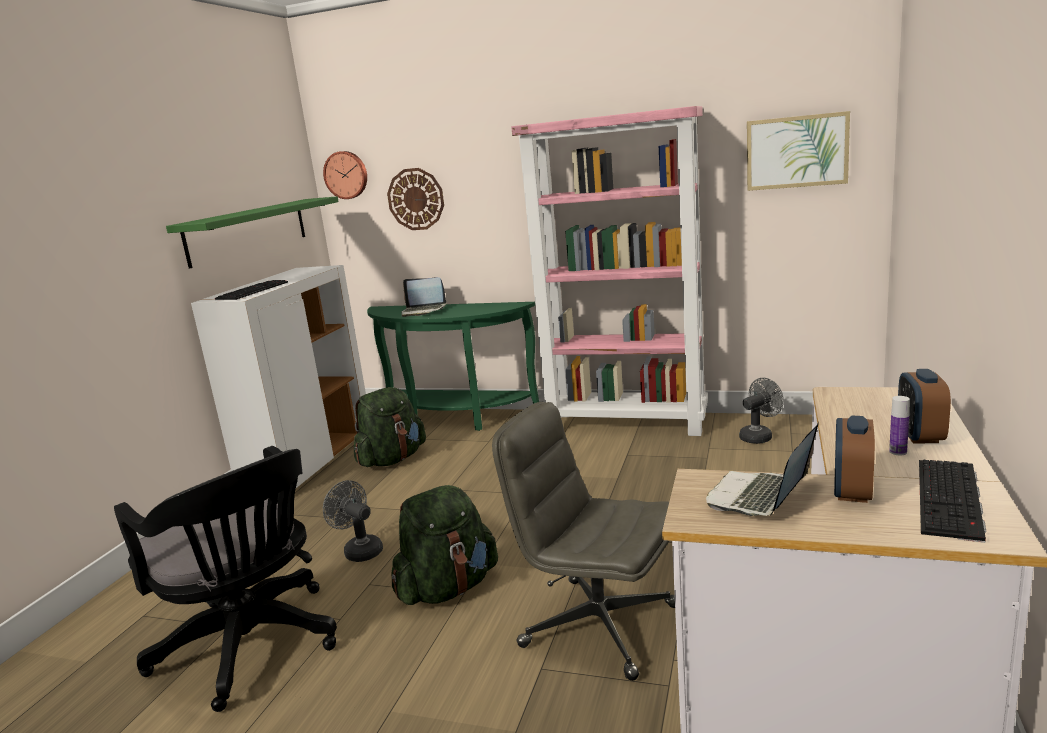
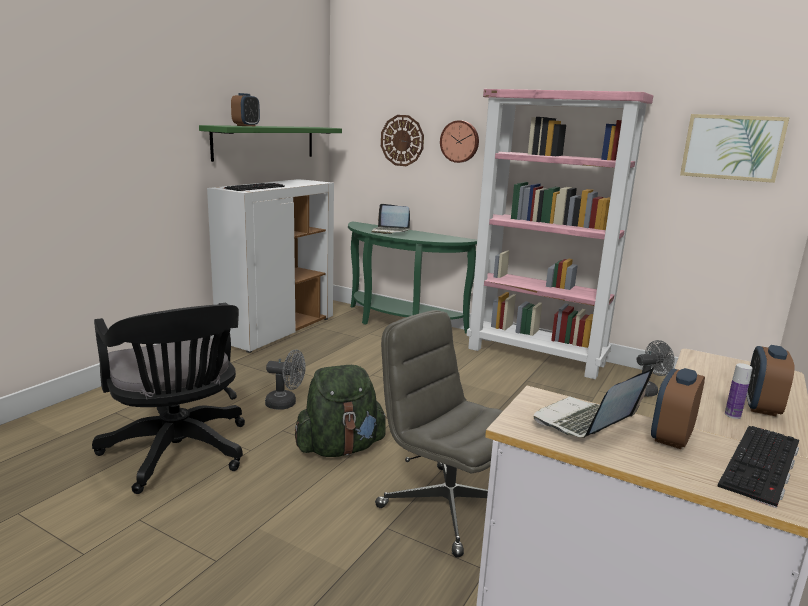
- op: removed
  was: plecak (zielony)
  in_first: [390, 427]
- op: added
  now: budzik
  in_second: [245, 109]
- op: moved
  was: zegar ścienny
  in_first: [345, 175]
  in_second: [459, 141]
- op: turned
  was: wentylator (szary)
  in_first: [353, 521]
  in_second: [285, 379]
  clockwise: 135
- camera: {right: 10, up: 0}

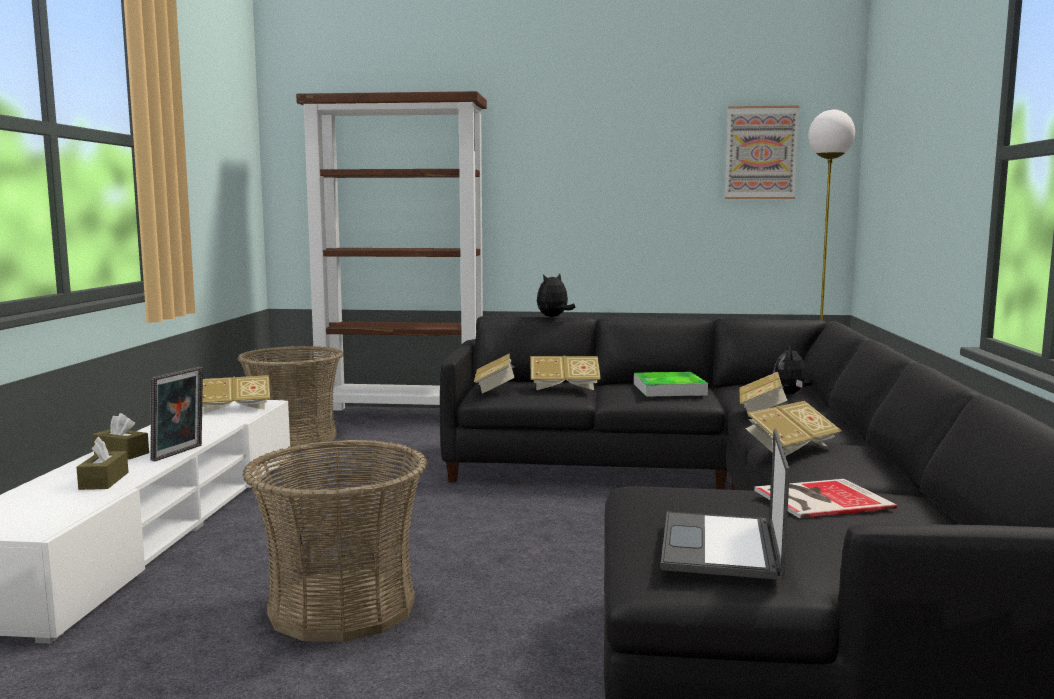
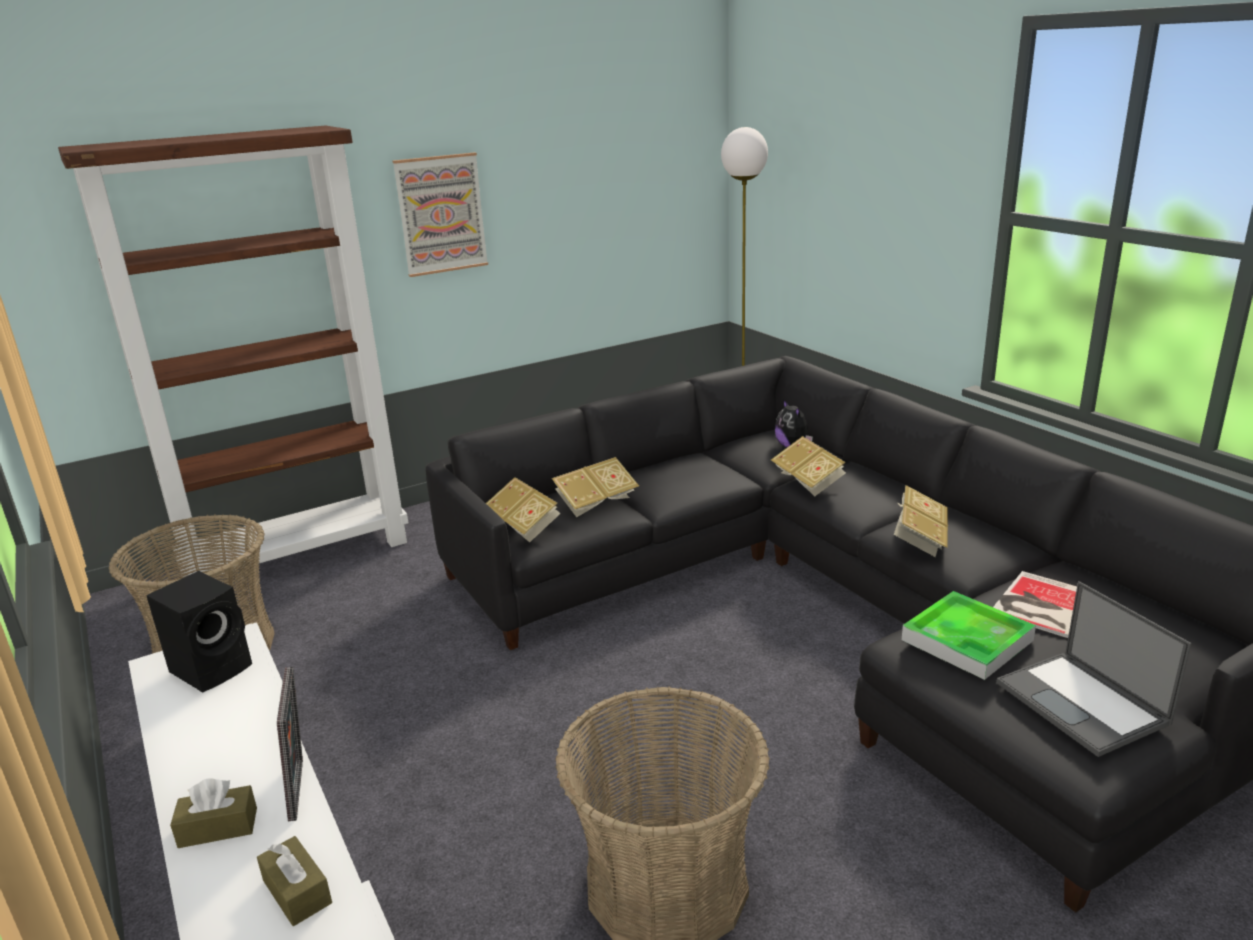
- op: removed
  was: pluszak
  in_first: [556, 295]
- op: moved
  was: taca
  in_first: [671, 384]
  in_second: [969, 635]
- op: moved
  was: obraz
  in_first: [762, 152]
  in_second: [440, 214]
- op: replaced
  was: książka
  now: głośnik (czarny)
  in_first: [236, 394]
  in_second: [199, 632]
- camera: {right: -35, up: 15}

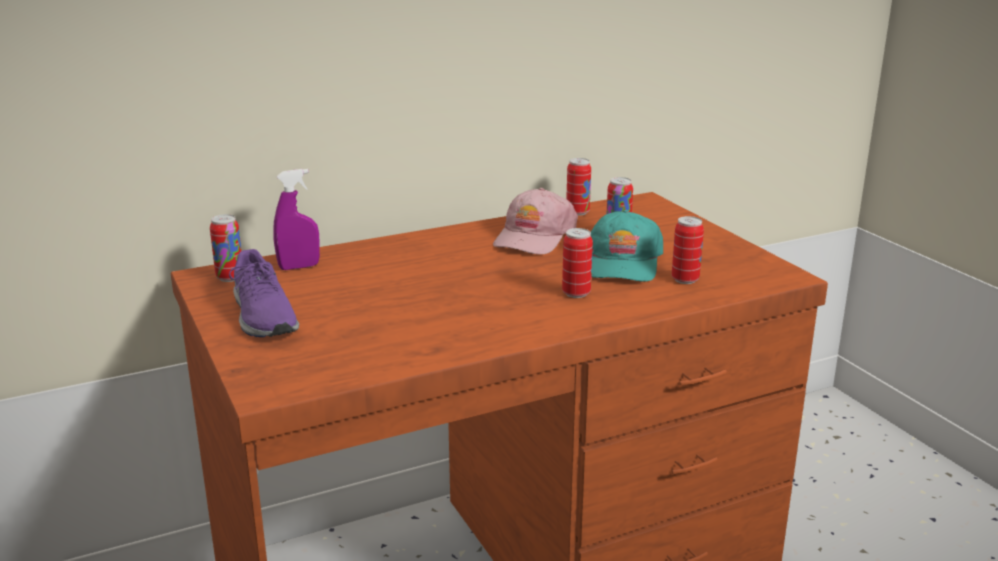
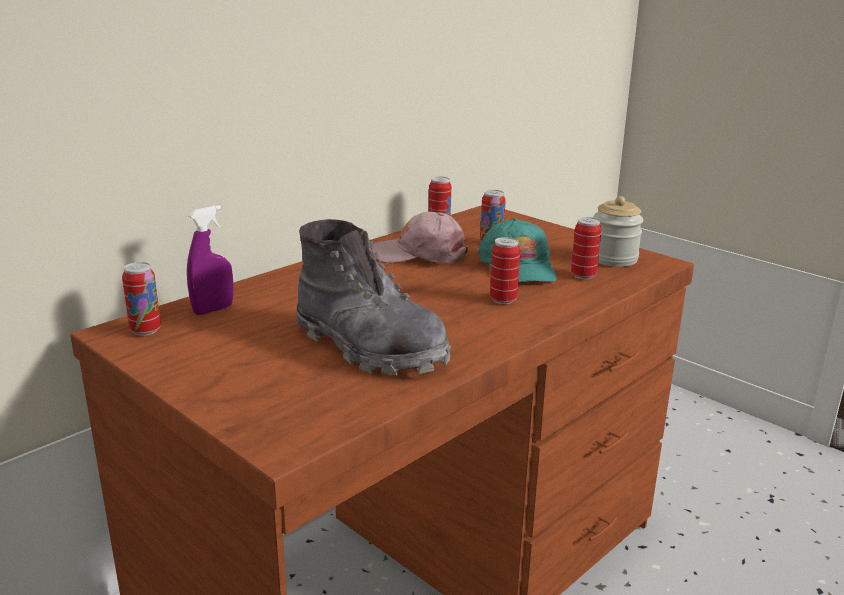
- op: removed
  was: but (fioletowy)
  in_first: [264, 293]
- op: added
  now: but z cholewką (szary)
  in_second: [373, 297]
- op: added
  now: słoik
  in_second: [618, 231]
- op: turned
  was: czapka z daszkiem (różowy)
  in_first: [535, 221]
  in_second: [420, 237]
  clockwise: 90
- camera: {right: -20, up: 0}

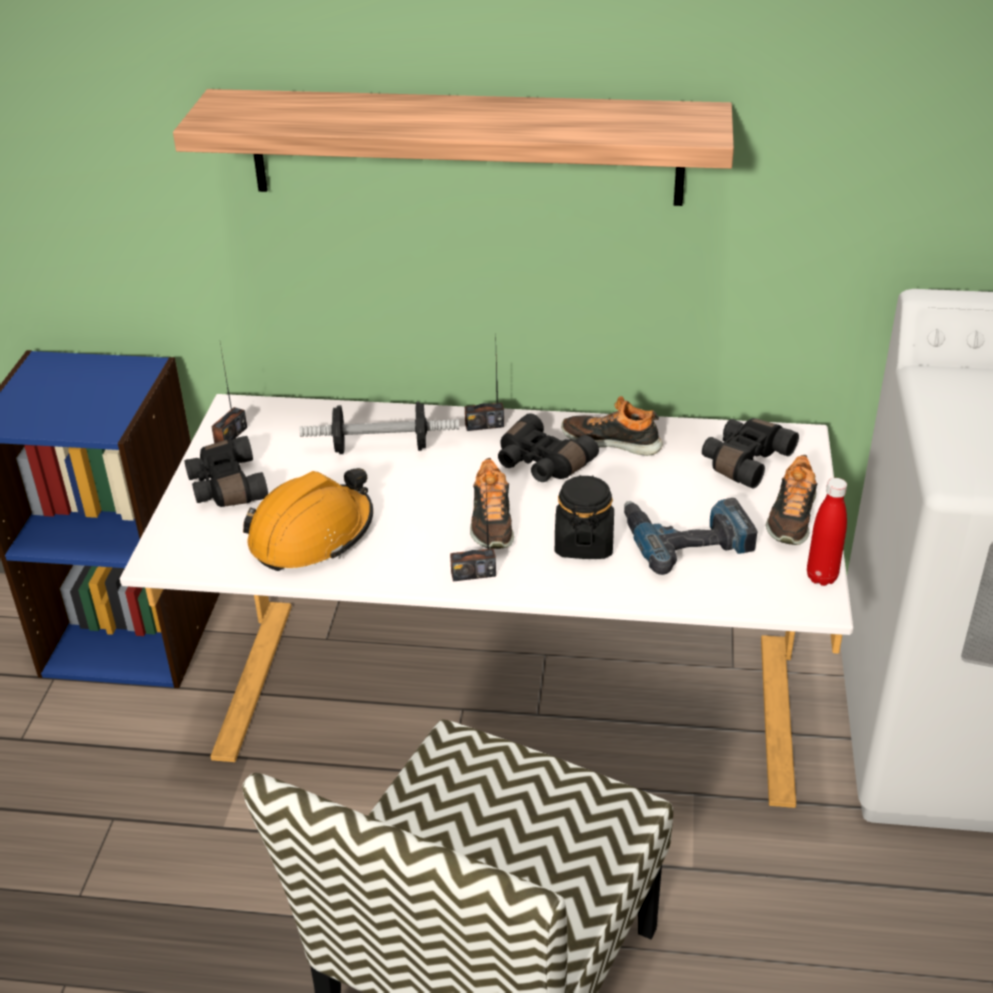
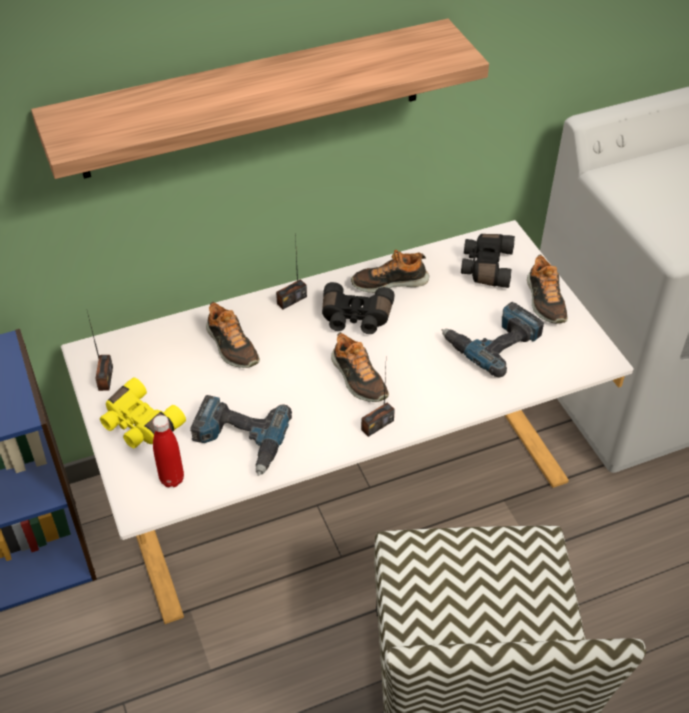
- op: removed
  was: słoik (czarny)
  in_first: [584, 517]
- op: moved
  was: butelka (czerwony)
  in_first: [827, 532]
  in_second: [168, 451]
- op: replaced
  was: kask (pomarańczowy)
  now: wiertarka
  in_first: [308, 519]
  in_second: [241, 435]
- op: replaced
  was: hantel
  now: but
  in_first: [379, 428]
  in_second: [233, 334]
- op: recoloured
  was: lornetka (czarny)
  now: lornetka (żółty)
  in_first: [226, 471]
  in_second: [143, 412]
- camera: {right: -30, up: 10}

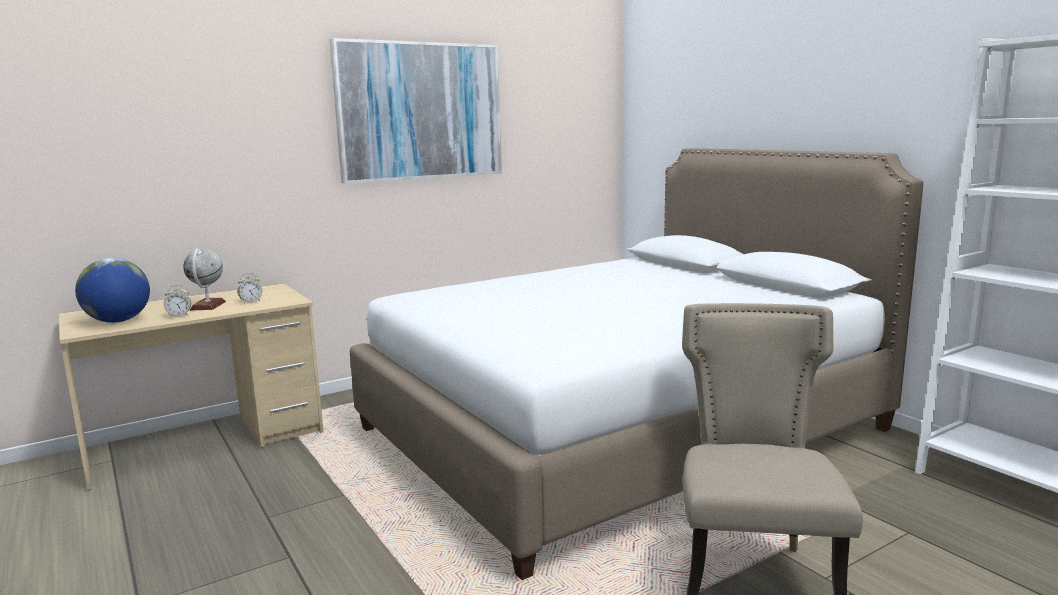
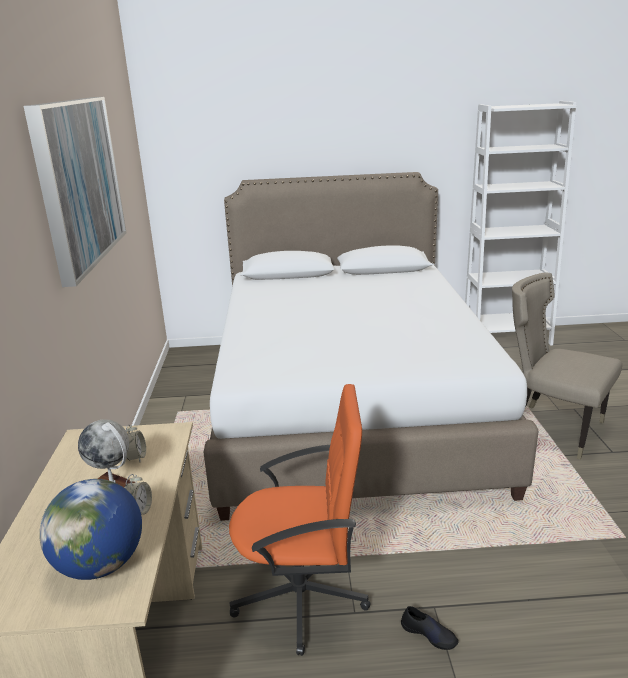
- op: added
  now: krzesło biurowe (pomarańczowy)
  in_second: [300, 520]
- op: added
  now: but (czarny)
  in_second: [430, 628]
- camera: {right: -60, up: 10}

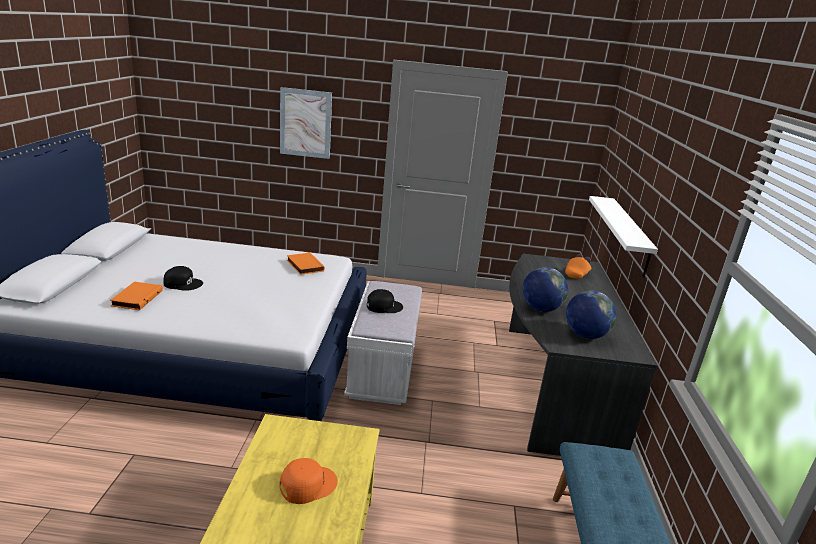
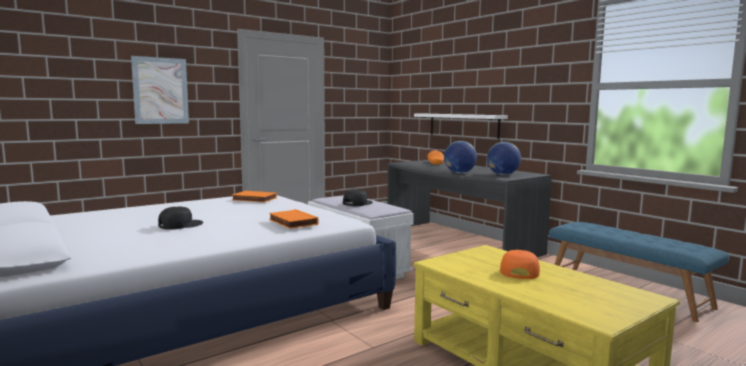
- op: moved
  was: książka (pomarańczowy)
  in_first: [136, 296]
  in_second: [294, 219]
- camera: {right: -40, up: -15}

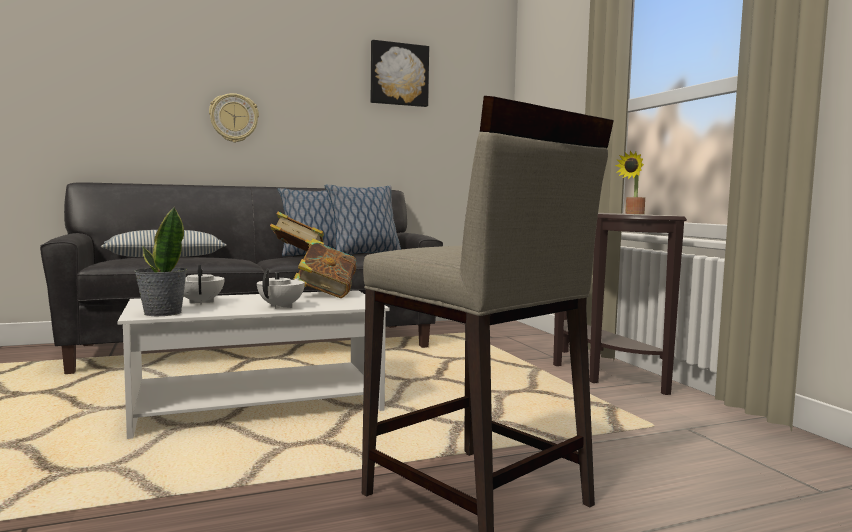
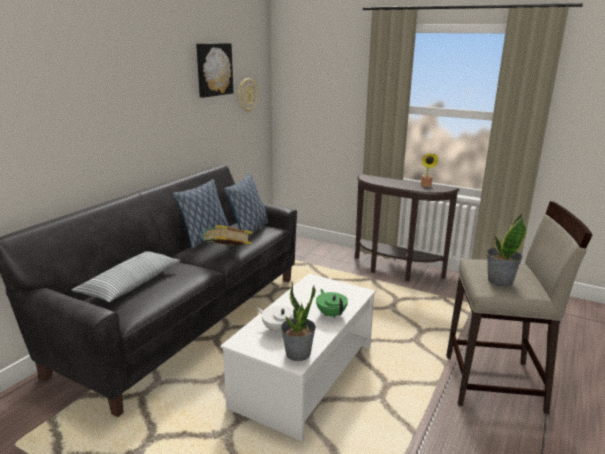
- op: removed
  was: książka
  in_first: [325, 268]
- op: added
  now: roślina doniczkowa
  in_second: [507, 250]
- op: moved
  was: zegar ścienny
  in_first: [234, 117]
  in_second: [248, 95]
- op: recoloured
  was: imbryk (biały)
  now: imbryk (zielony)
  in_first: [281, 288]
  in_second: [332, 303]
- camera: {right: -40, up: 15}

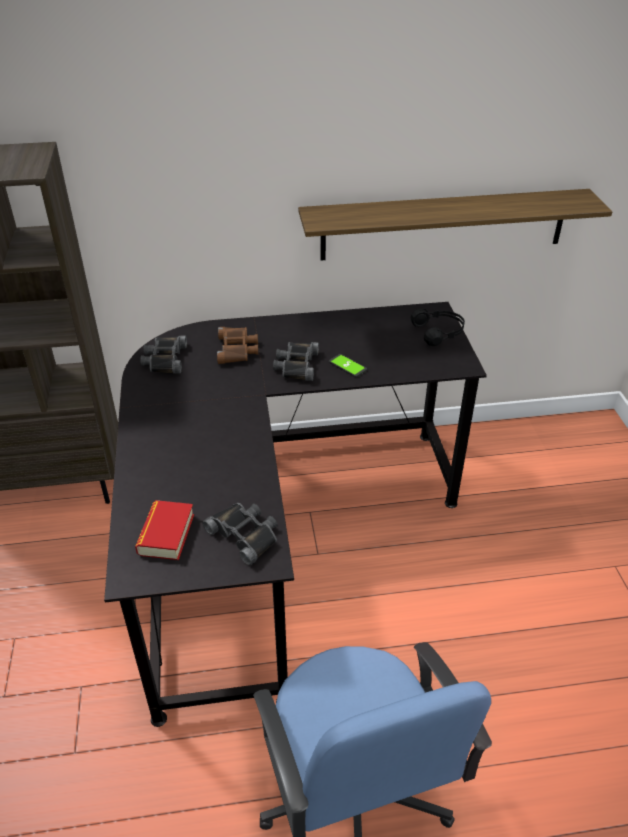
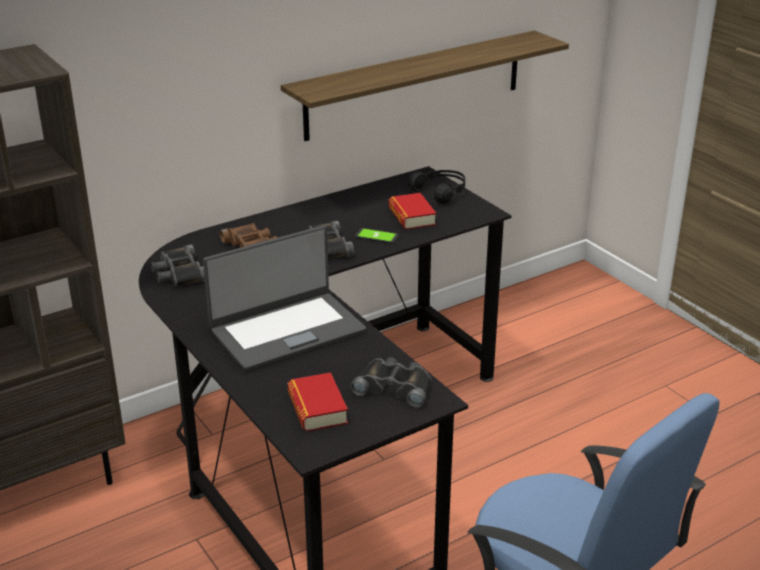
- op: added
  now: laptop
  in_second: [284, 298]
- op: added
  now: książka
  in_second: [412, 211]
- camera: {right: -25, up: -10}

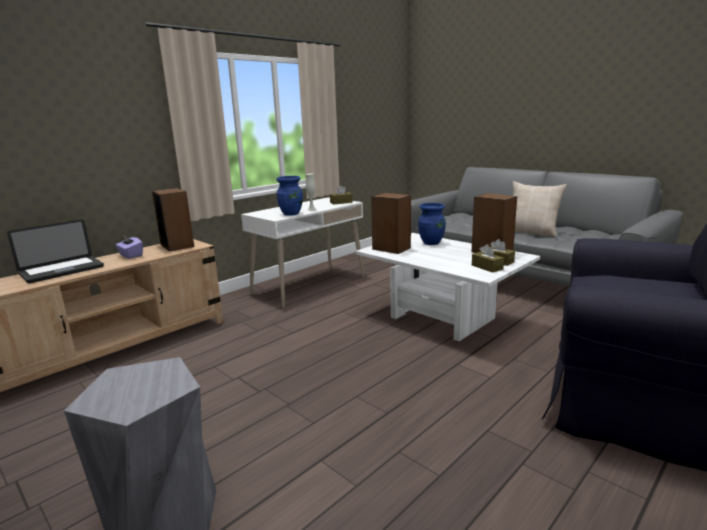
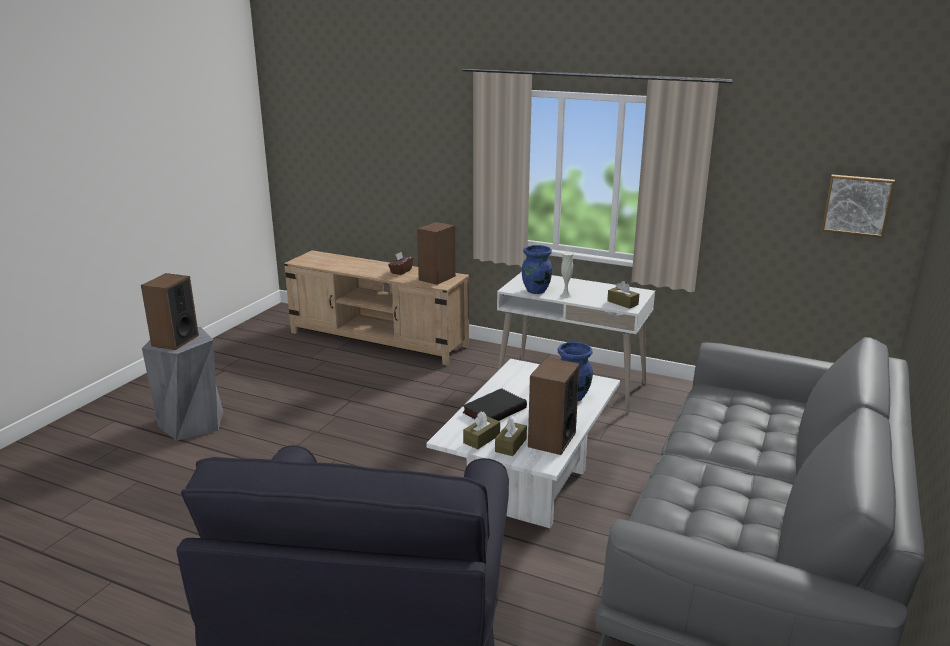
- op: removed
  was: laptop
  in_first: [55, 251]
- op: removed
  was: poduszka (beżowy)
  in_first: [540, 209]
- op: added
  now: książka (czarny)
  in_second: [494, 404]
- op: added
  now: obraz
  in_second: [858, 206]
- op: moved
  was: głośnik
  in_first: [391, 223]
  in_second: [170, 311]
- op: recoloured
  was: pudełko chusteczek (fioletowy)
  now: pudełko chusteczek (brązowy)
  in_first: [129, 246]
  in_second: [400, 263]
- camera: {right: 70, up: 5}

